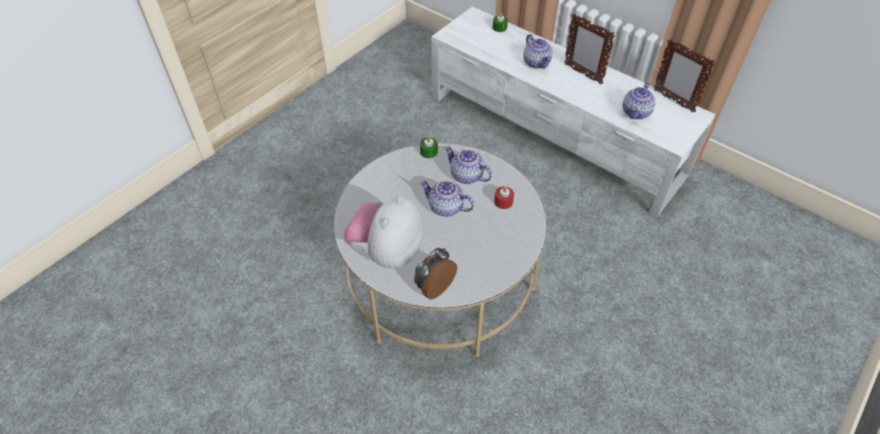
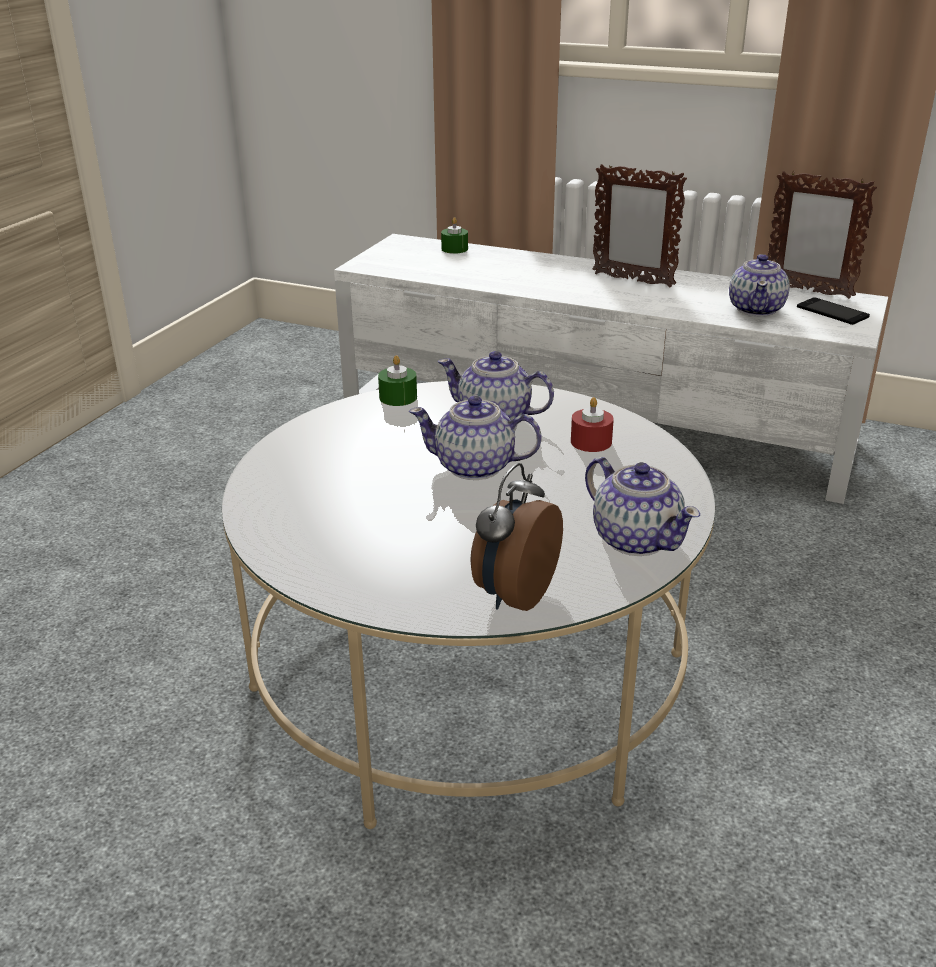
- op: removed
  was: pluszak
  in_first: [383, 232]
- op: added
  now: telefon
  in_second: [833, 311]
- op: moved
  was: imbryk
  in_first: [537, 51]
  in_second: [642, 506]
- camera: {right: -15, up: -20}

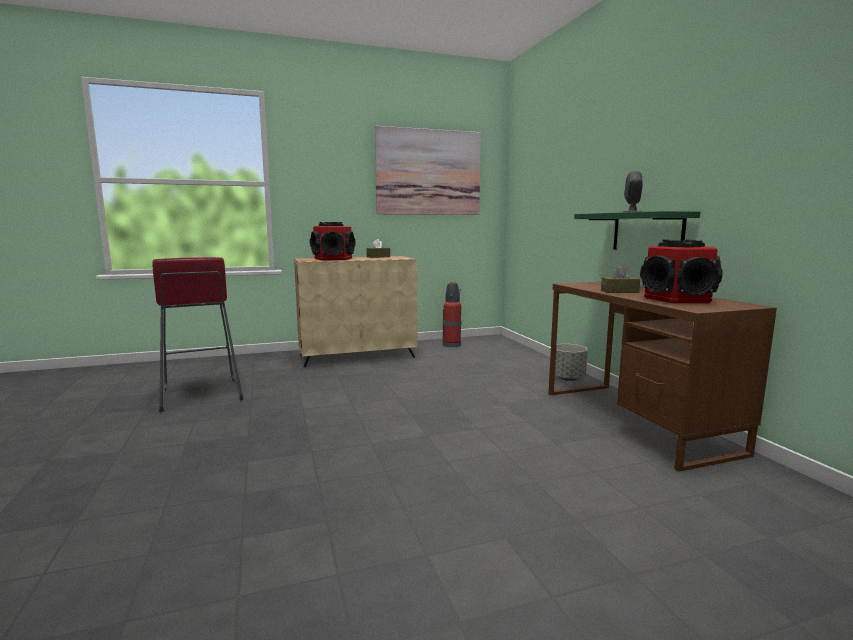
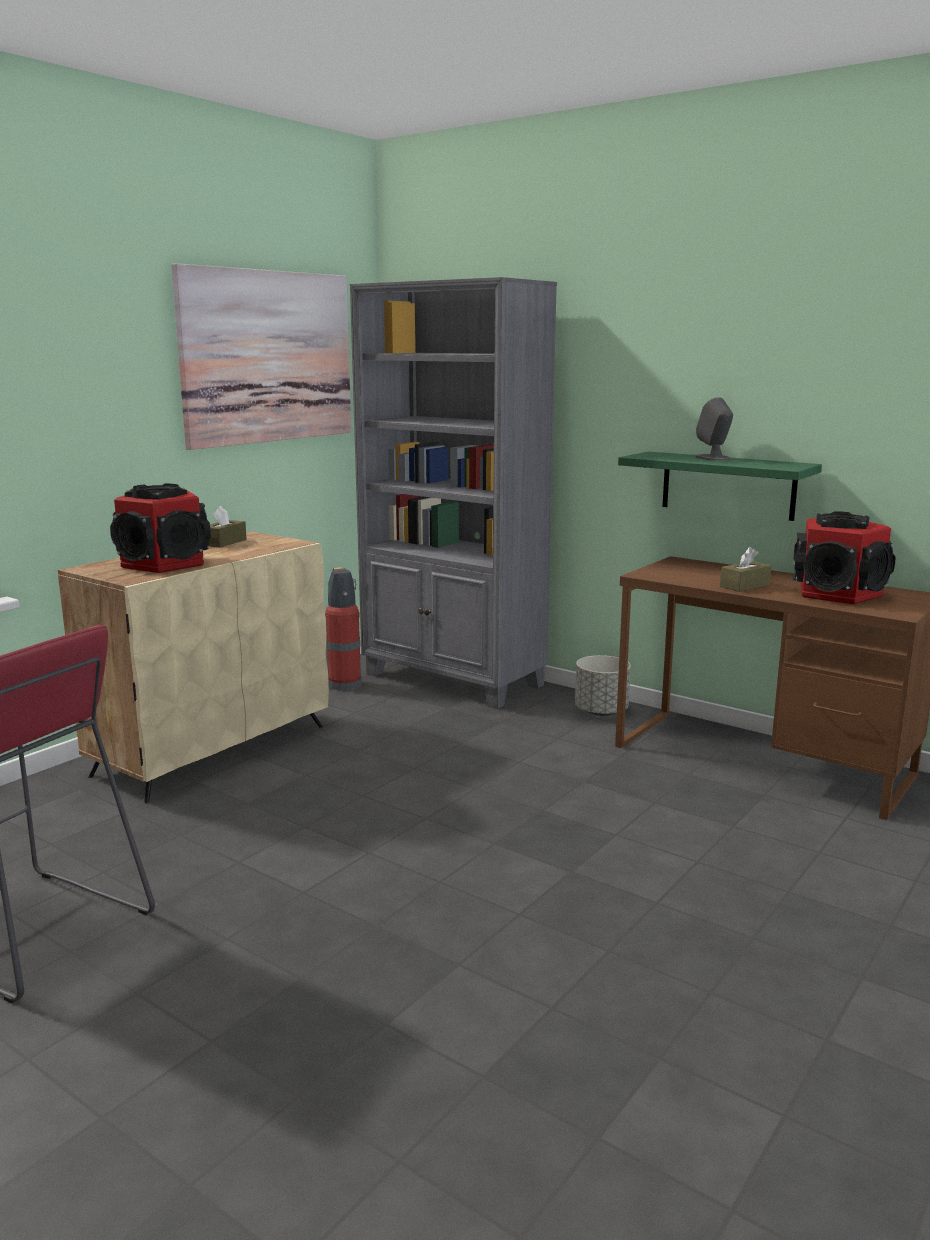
- op: added
  now: regał (szary)
  in_second: [453, 493]
- camera: {right: -35, up: 5}

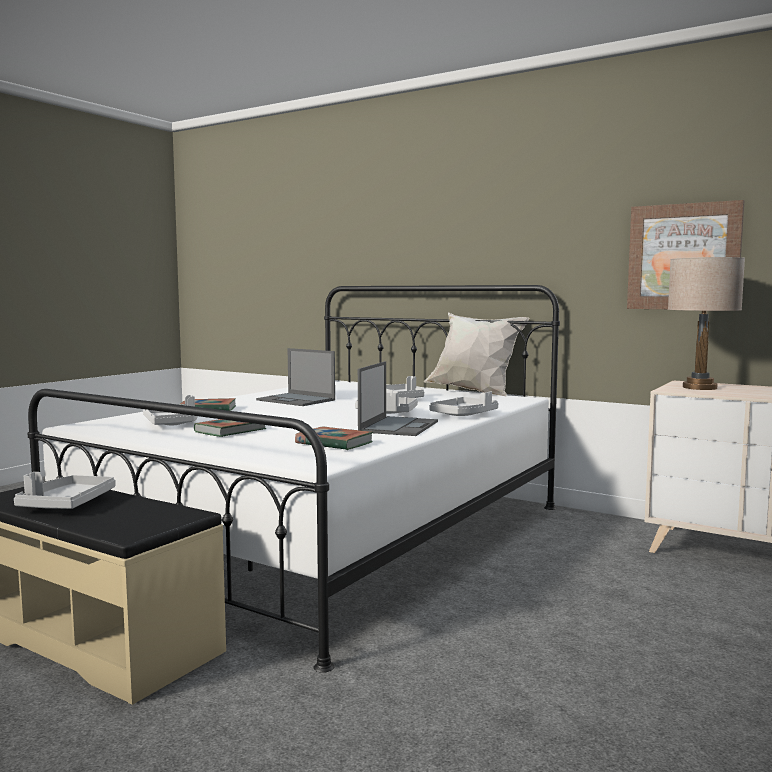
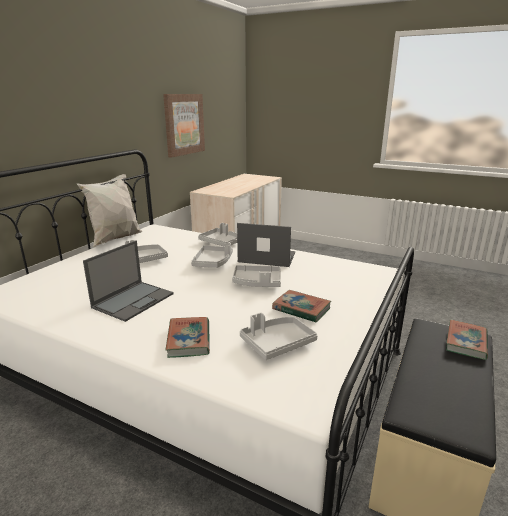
- op: removed
  was: lampa stołowa (beżowy)
  in_first: [706, 323]
- op: moved
  was: taca (szary)
  in_first: [64, 490]
  in_second: [256, 276]
- op: moved
  was: książka
  in_first: [334, 438]
  in_second: [467, 340]
- camera: {right: -95, up: 15}

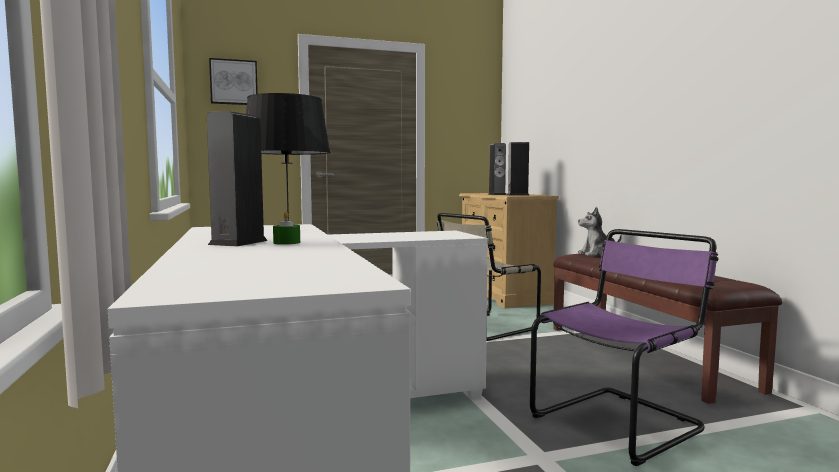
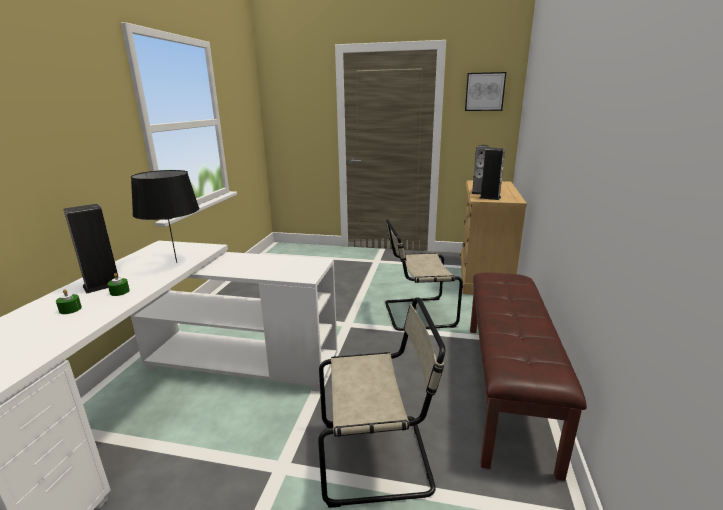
- op: removed
  was: pluszak
  in_first: [600, 231]
- op: added
  now: świeca (zielony)
  in_second: [69, 301]
- op: moved
  was: obraz
  in_first: [233, 81]
  in_second: [485, 91]
- op: recoloured
  was: krzesło (fioletowy)
  now: krzesło (beżowy)
  in_first: [624, 347]
  in_second: [382, 402]
- camera: {right: 30, up: 15}

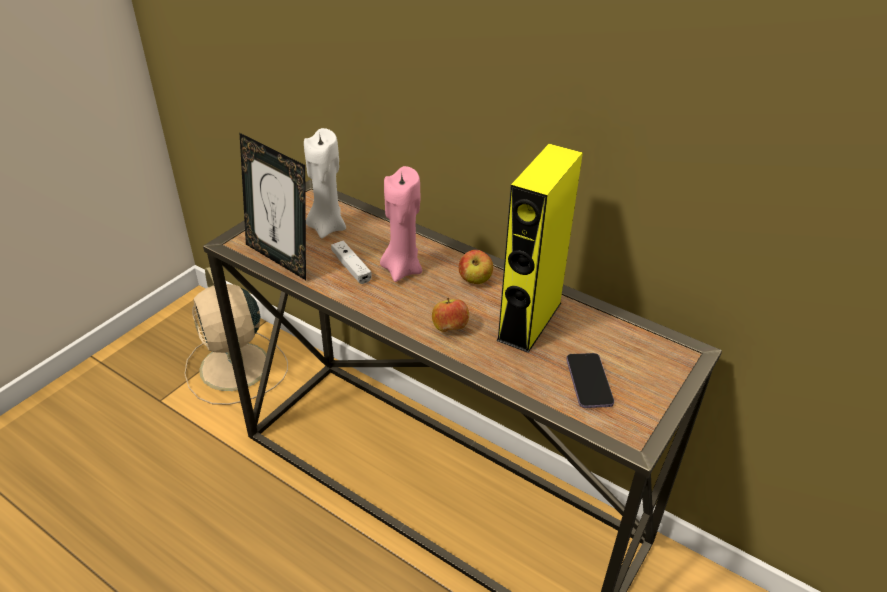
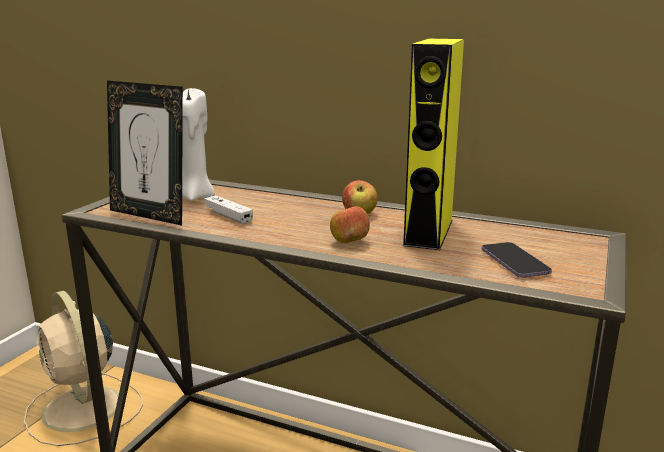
- op: removed
  was: świeca (różowy)
  in_first: [401, 224]
- camera: {right: -10, up: -20}

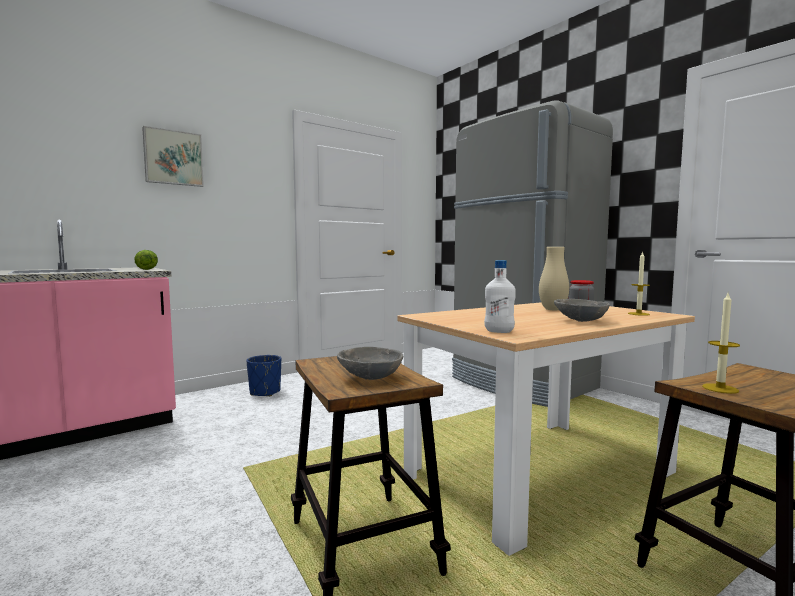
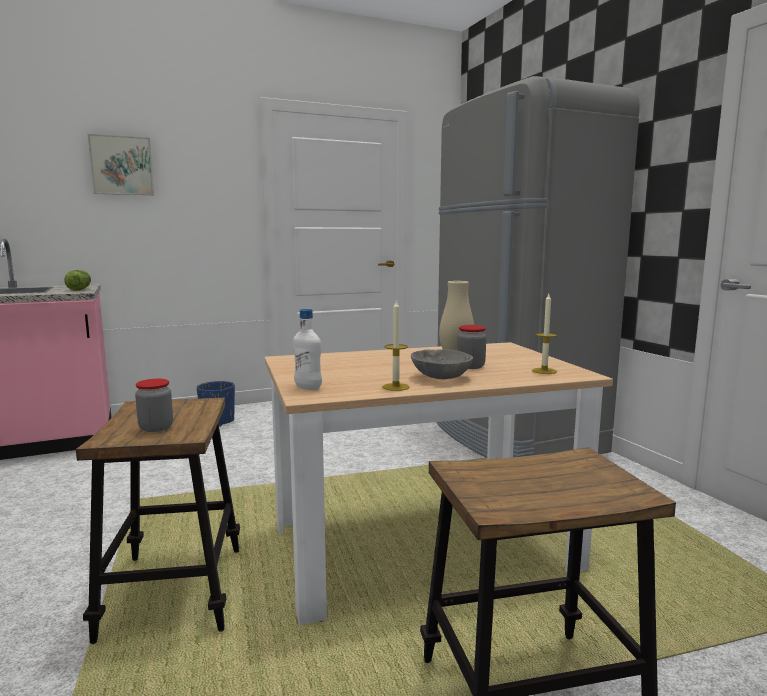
- op: moved
  was: świeca
  in_first: [721, 343]
  in_second: [395, 345]
- op: replaced
  was: miska (szary)
  now: słoik
  in_first: [370, 363]
  in_second: [154, 405]
- camera: {right: 15, up: 5}

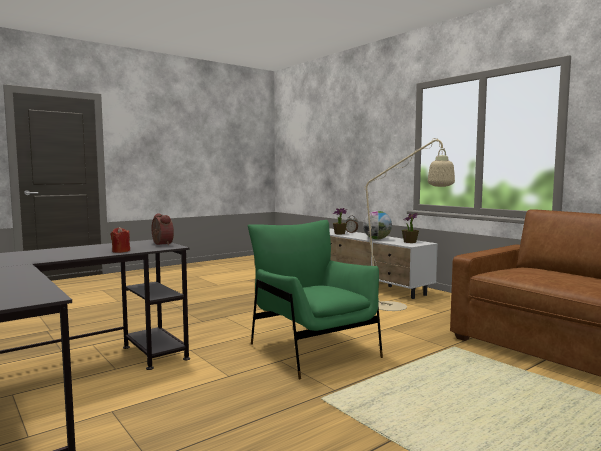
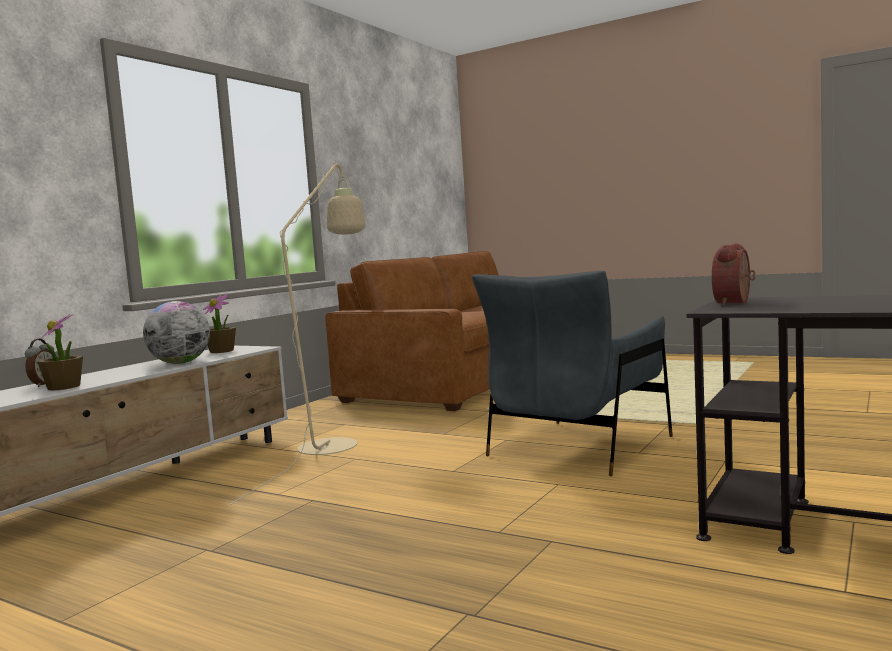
- op: removed
  was: świeca (czerwony)
  in_first: [120, 240]
- op: recoloured
  was: fotel (zielony)
  now: fotel (szary)
  in_first: [315, 300]
  in_second: [572, 373]
- camera: {right: -110, up: 0}

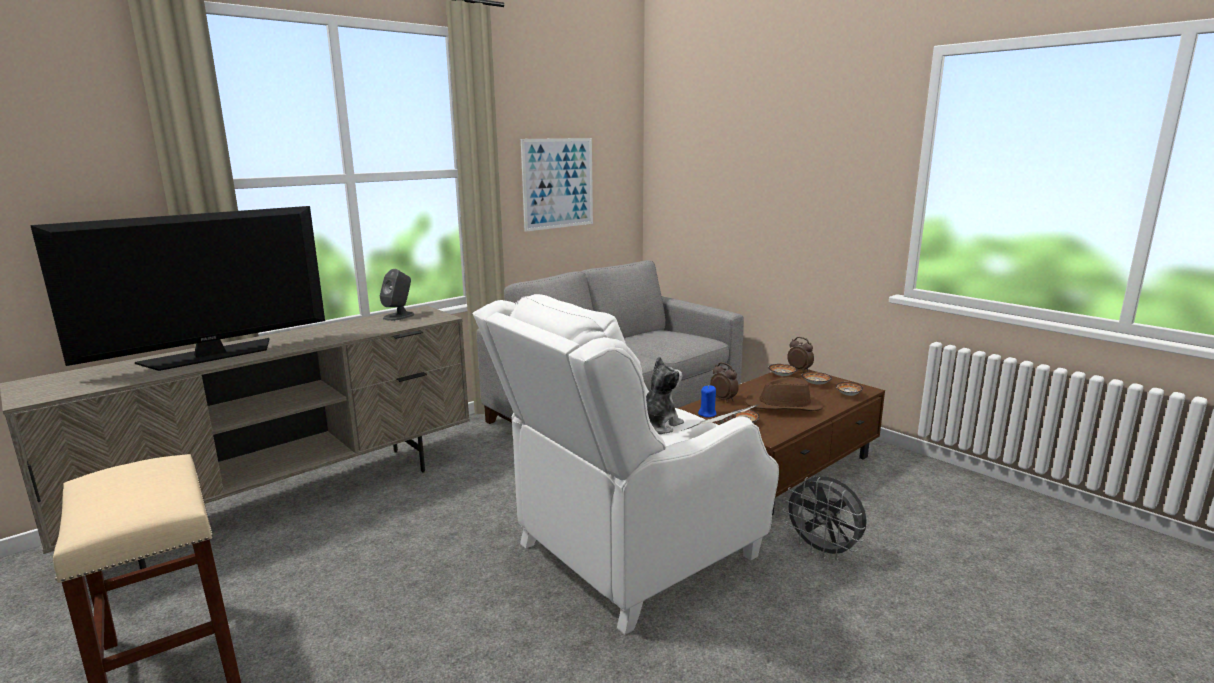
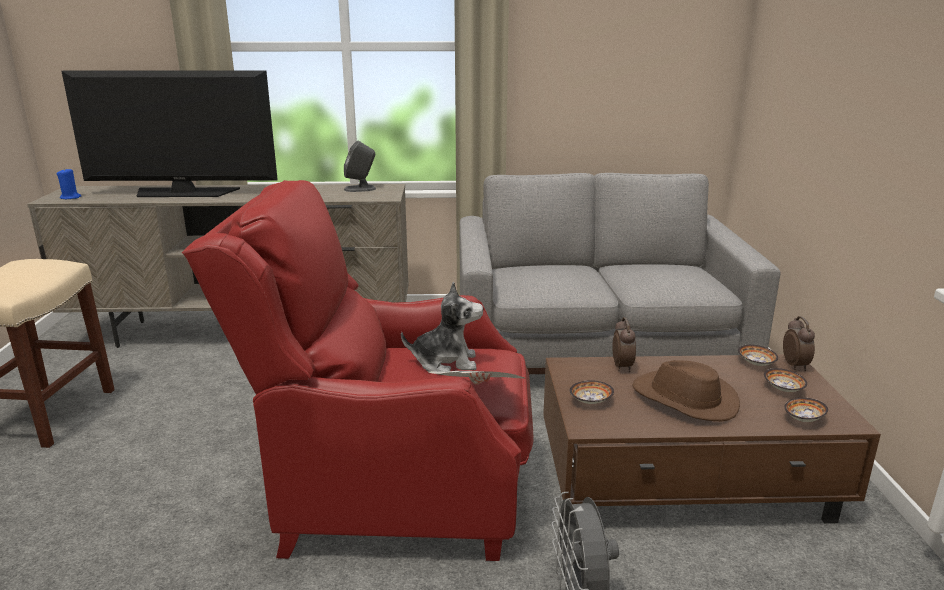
- op: removed
  was: obraz
  in_first: [557, 185]
- op: moved
  was: świeca (niebieski)
  in_first: [707, 401]
  in_second: [69, 183]
- op: recoloured
  was: fotel (biały)
  now: fotel (czerwony)
  in_first: [625, 464]
  in_second: [357, 370]
- camera: {right: 40, up: 5}

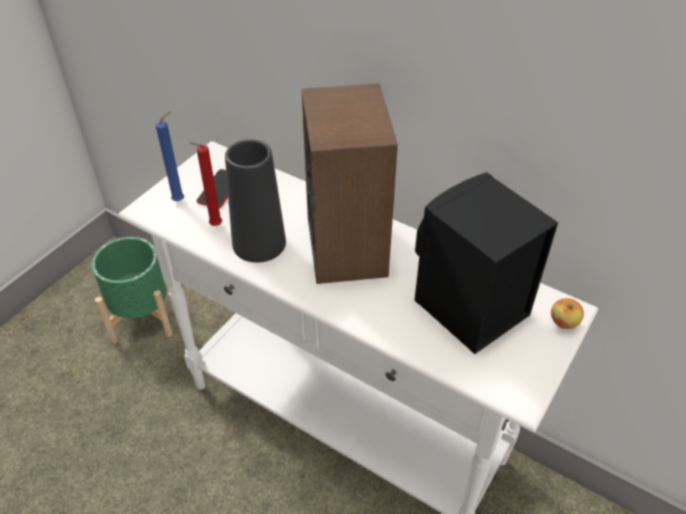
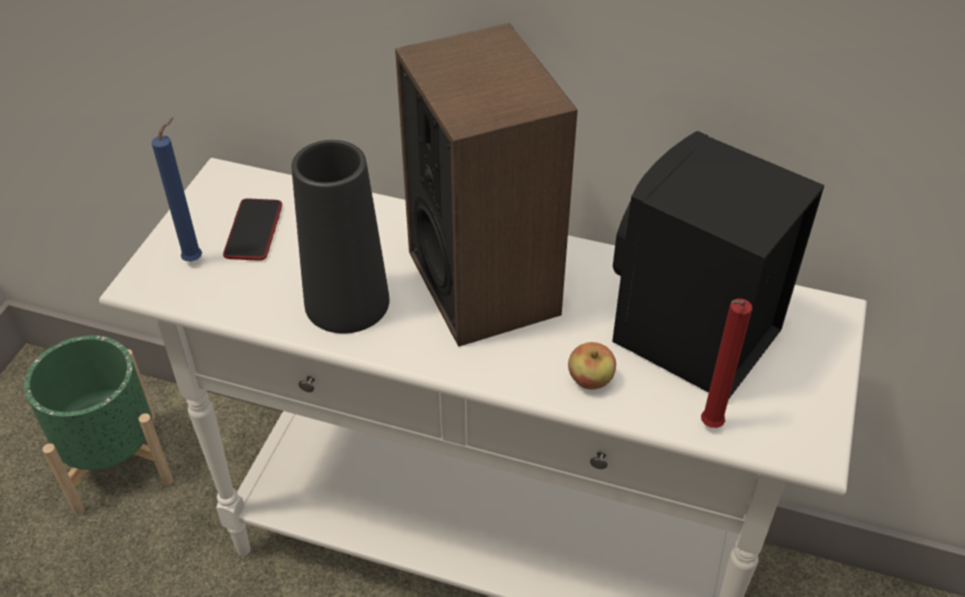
- op: moved
  was: świeca (czerwony)
  in_first: [205, 184]
  in_second: [726, 363]
- op: moved
  was: jabłko
  in_first: [567, 313]
  in_second: [592, 366]
- camera: {right: -15, up: 0}

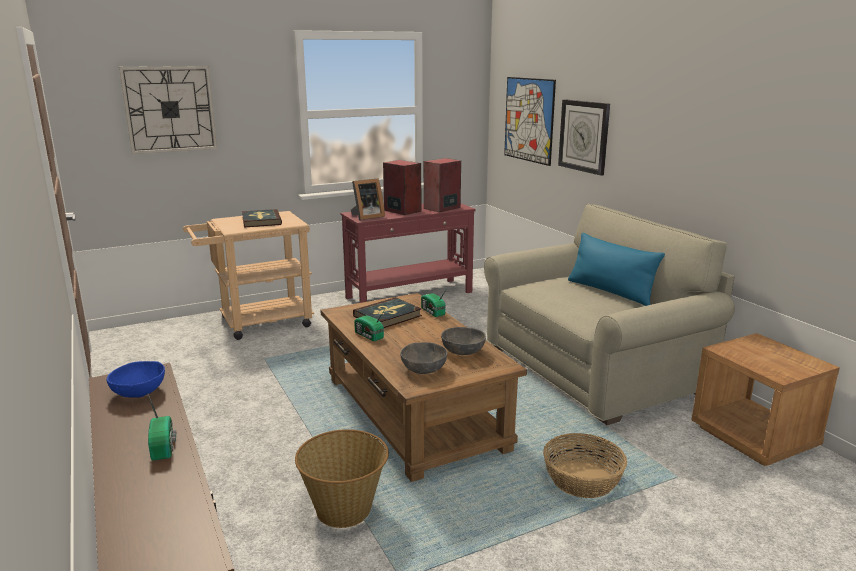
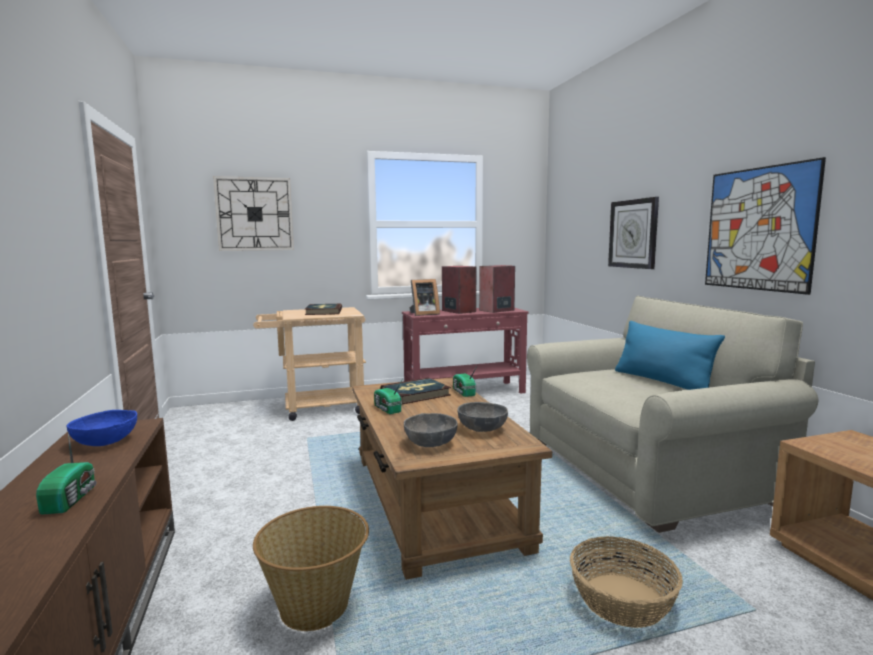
- op: moved
  was: obraz
  in_first: [530, 121]
  in_second: [765, 226]
- camera: {right: 10, up: -10}

